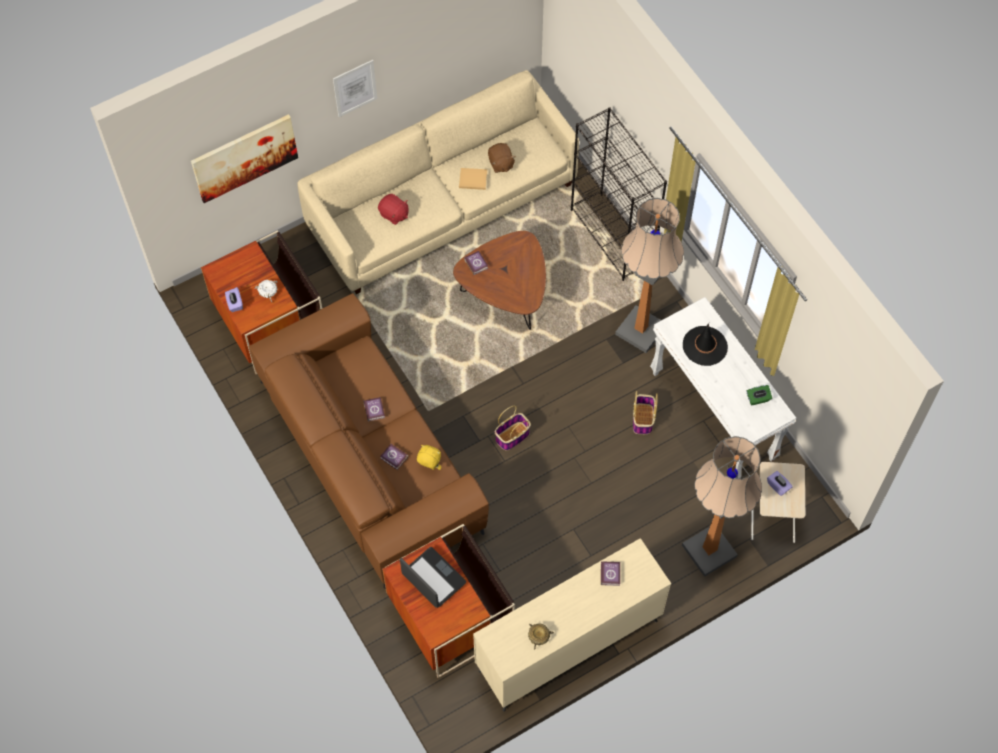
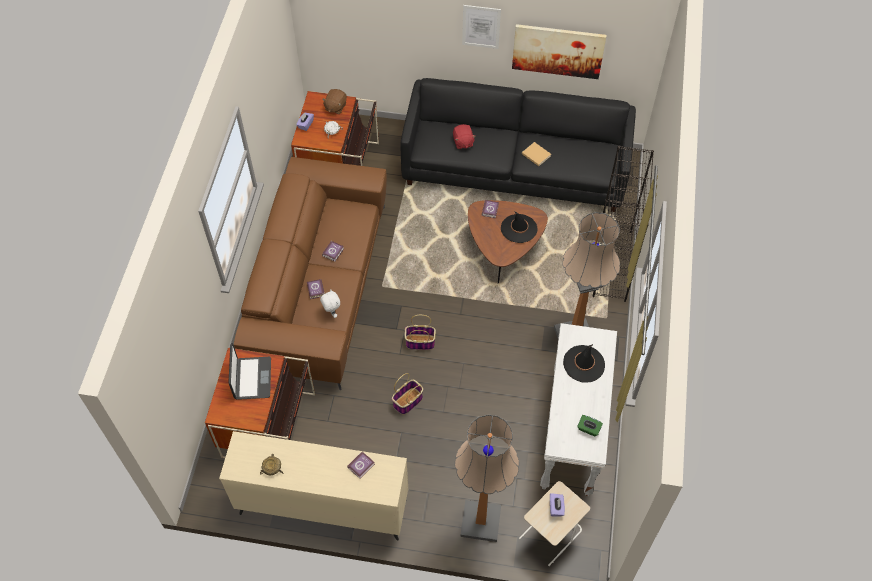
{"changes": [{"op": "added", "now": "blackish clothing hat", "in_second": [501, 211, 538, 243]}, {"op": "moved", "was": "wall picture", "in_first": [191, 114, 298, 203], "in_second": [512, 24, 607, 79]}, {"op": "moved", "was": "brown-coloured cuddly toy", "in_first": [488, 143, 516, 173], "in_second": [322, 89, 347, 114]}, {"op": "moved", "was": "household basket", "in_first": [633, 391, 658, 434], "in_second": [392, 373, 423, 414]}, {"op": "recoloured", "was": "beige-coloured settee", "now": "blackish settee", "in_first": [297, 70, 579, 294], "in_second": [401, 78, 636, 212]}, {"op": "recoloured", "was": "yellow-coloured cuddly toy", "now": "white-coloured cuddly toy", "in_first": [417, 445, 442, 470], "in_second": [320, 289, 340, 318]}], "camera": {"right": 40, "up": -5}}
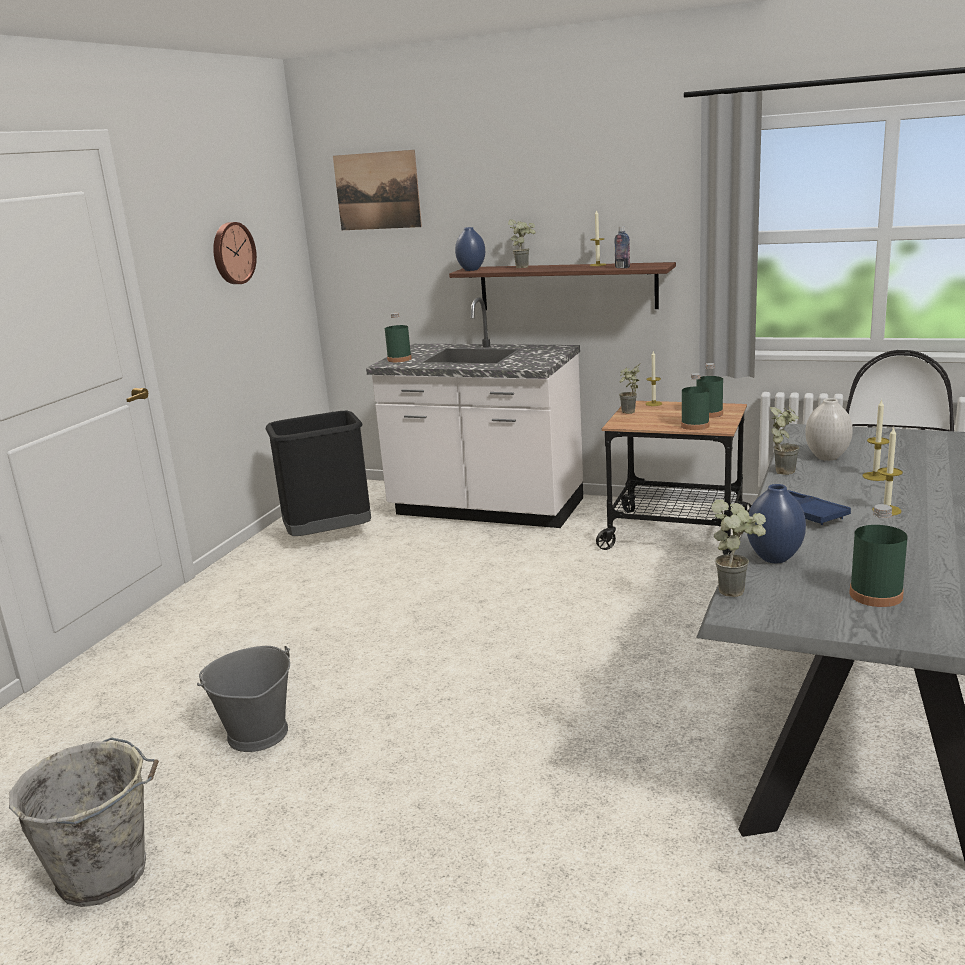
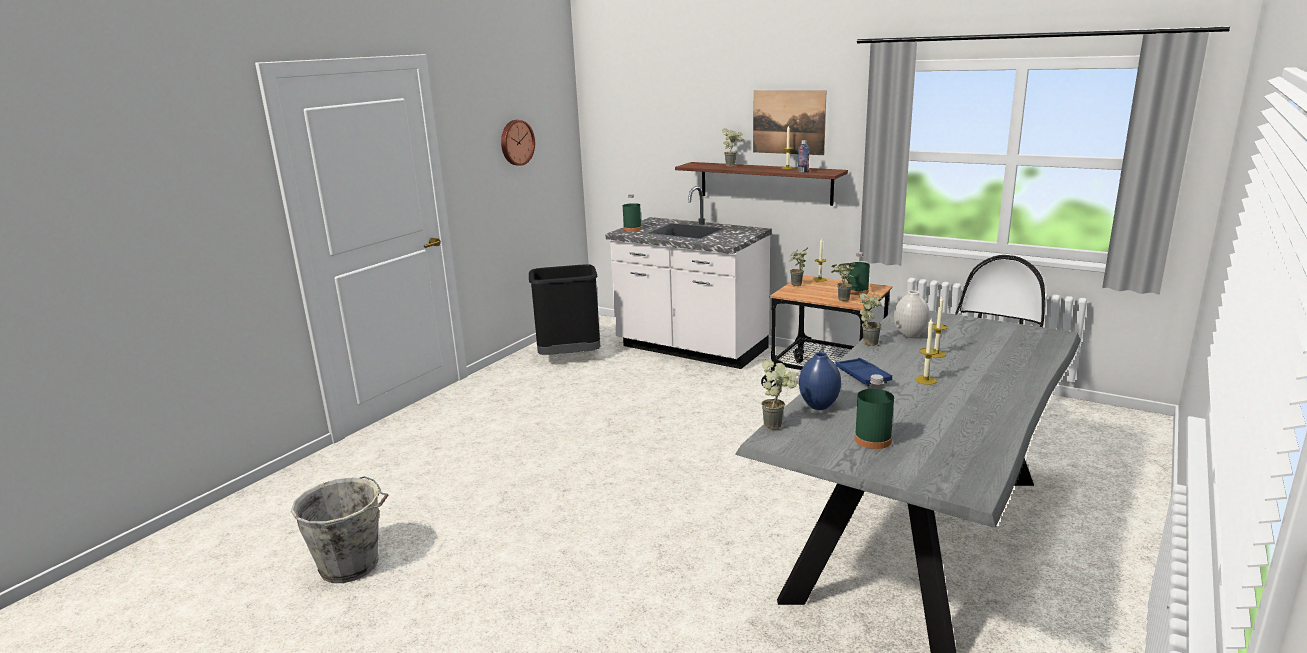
{"changes": [{"op": "removed", "was": "gray water bucket", "in_first": [197, 646, 290, 752]}, {"op": "removed", "was": "bluish decorative vase", "in_first": [455, 227, 485, 271]}, {"op": "moved", "was": "wall picture", "in_first": [333, 150, 422, 230], "in_second": [753, 90, 827, 155]}, {"op": "replaced", "was": "greenish drink bottle", "now": "potted plant", "in_first": [681, 373, 709, 430], "in_second": [831, 262, 856, 301]}], "camera": {"right": 10, "up": 0}}
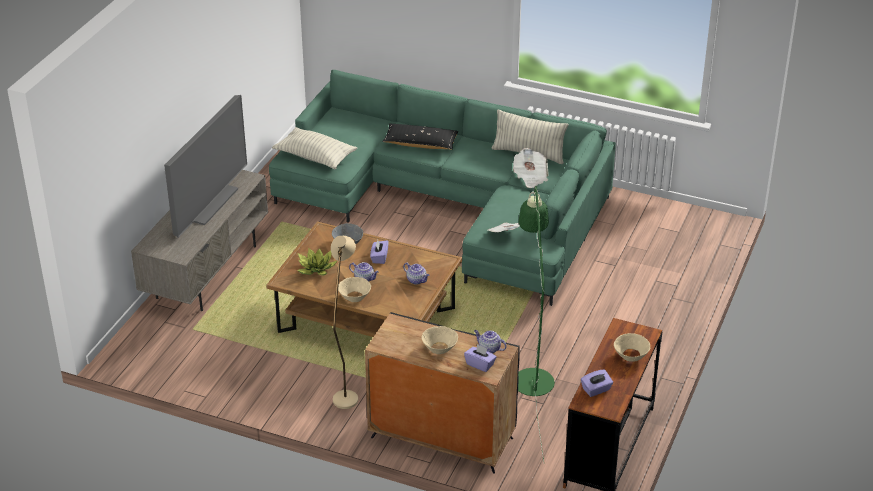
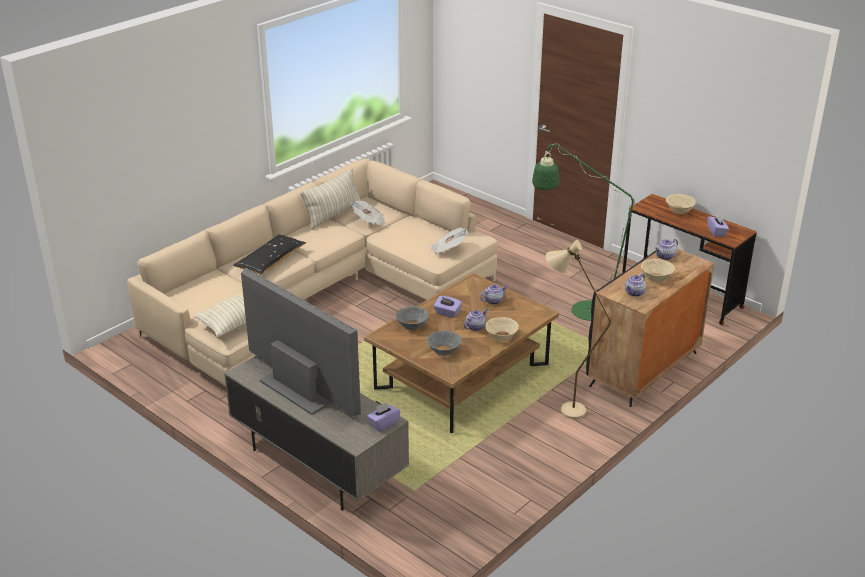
{"changes": [{"op": "added", "now": "teapot", "in_second": [625, 273, 646, 297]}, {"op": "moved", "was": "purplish tissue holder", "in_first": [464, 344, 497, 372], "in_second": [367, 402, 400, 432]}, {"op": "replaced", "was": "potted plant", "now": "gray serving bowl", "in_first": [297, 248, 337, 275], "in_second": [427, 331, 461, 356]}, {"op": "recoloured", "was": "greenish settee", "now": "beige-coloured settee", "in_first": [269, 70, 616, 306], "in_second": [127, 158, 498, 387]}], "camera": {"right": -70, "up": -5}}
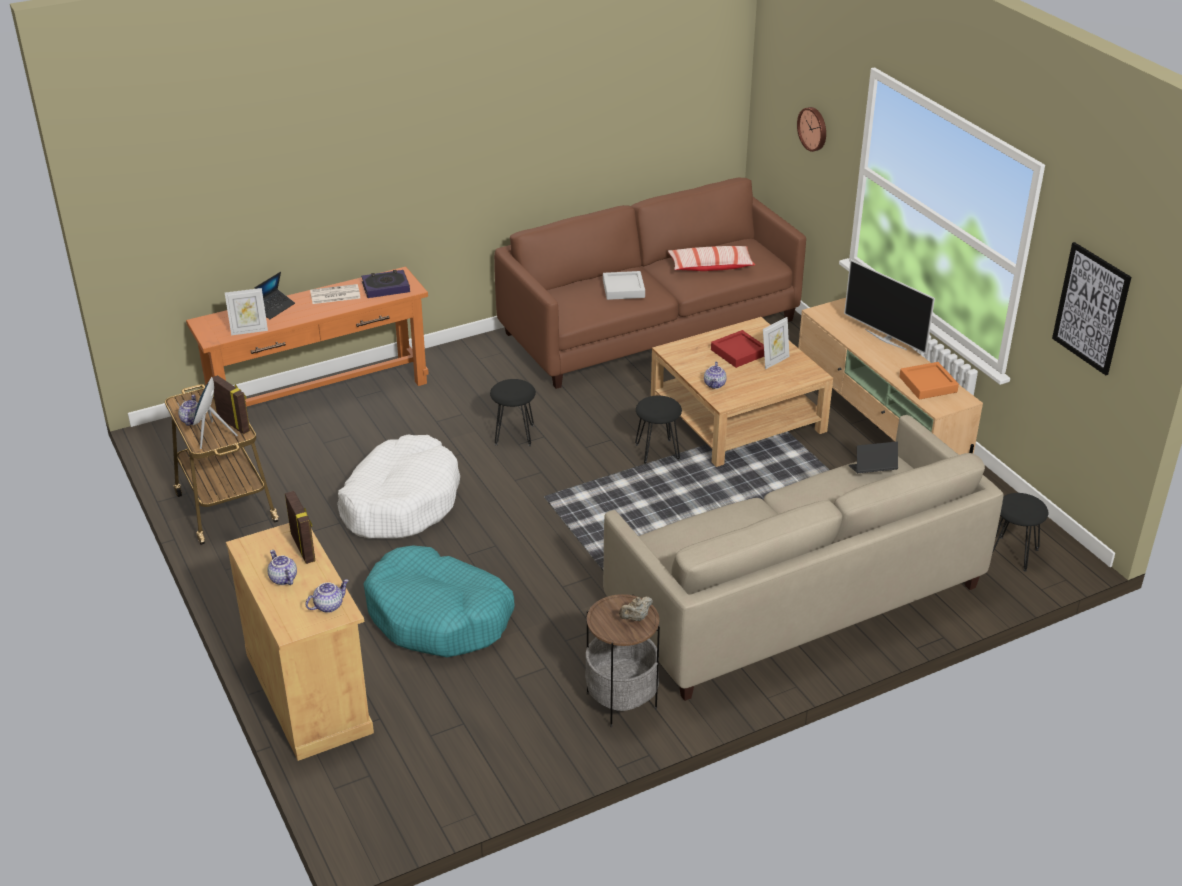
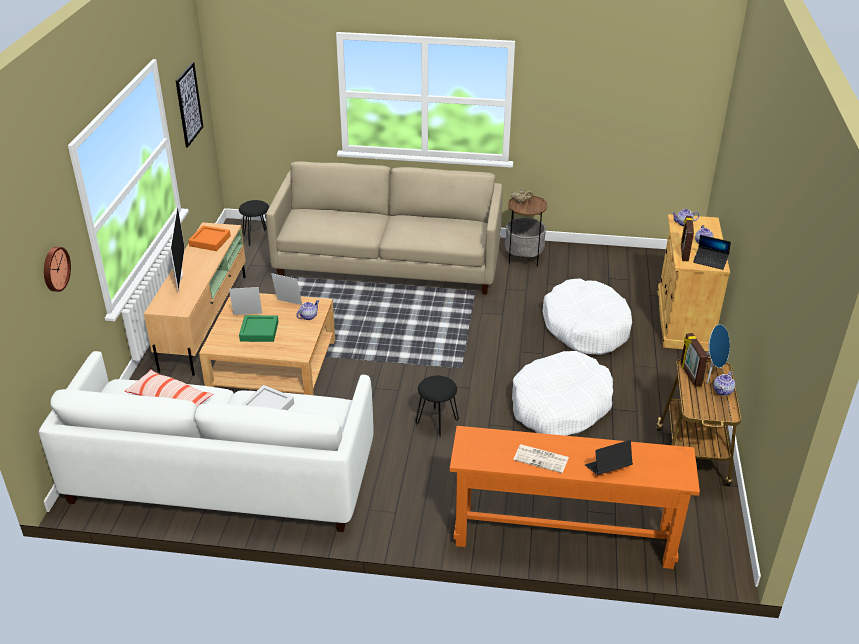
{"changes": [{"op": "removed", "was": "bound book", "in_first": [361, 270, 410, 298]}, {"op": "removed", "was": "blackish stool", "in_first": [635, 396, 682, 464]}, {"op": "moved", "was": "standing frame", "in_first": [225, 288, 268, 335], "in_second": [271, 273, 302, 305]}, {"op": "moved", "was": "portable computer", "in_first": [849, 442, 898, 473], "in_second": [693, 235, 731, 270]}, {"op": "recoloured", "was": "turquoise dog bed", "now": "white-coloured dog bed", "in_first": [363, 545, 515, 657], "in_second": [543, 279, 632, 355]}, {"op": "recoloured", "was": "brown-coloured settee", "now": "white-coloured settee", "in_first": [494, 178, 806, 389], "in_second": [39, 351, 374, 532]}, {"op": "recoloured", "was": "reddish carrying tray", "now": "greenish carrying tray", "in_first": [711, 330, 764, 368], "in_second": [239, 315, 278, 342]}], "camera": {"right": -145, "up": 0}}
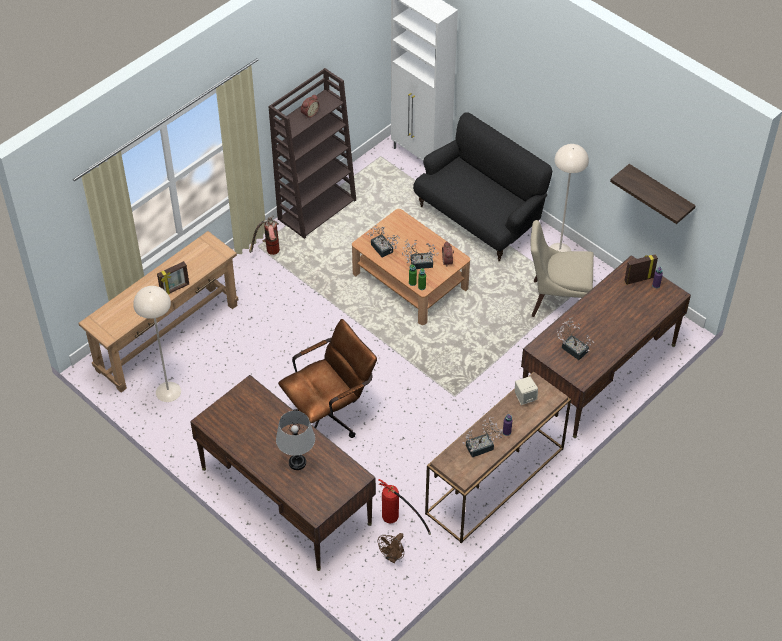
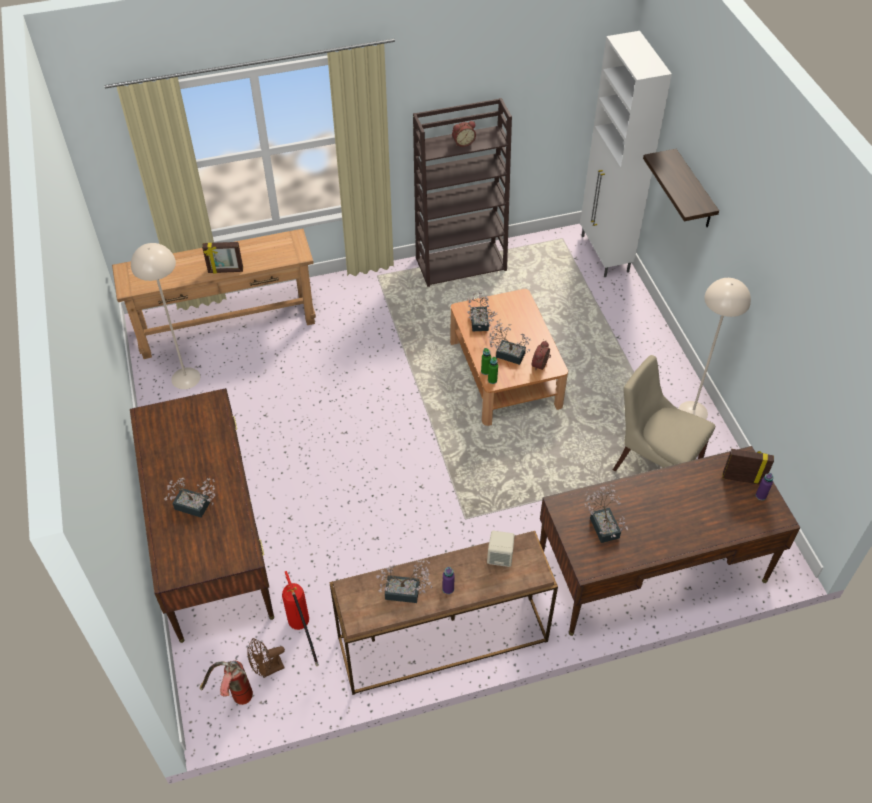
{"changes": [{"op": "removed", "was": "brown-coloured desk chair", "in_first": [278, 319, 377, 438]}, {"op": "removed", "was": "blackish settee", "in_first": [413, 112, 552, 261]}, {"op": "moved", "was": "fire extinguisher", "in_first": [249, 216, 280, 255], "in_second": [200, 661, 253, 705]}, {"op": "moved", "was": "shelf", "in_first": [610, 164, 696, 224], "in_second": [643, 149, 719, 227]}, {"op": "replaced", "was": "gray lamp for a table", "now": "potted plant", "in_first": [276, 411, 315, 470], "in_second": [164, 478, 215, 518]}], "camera": {"right": 30, "up": 0}}
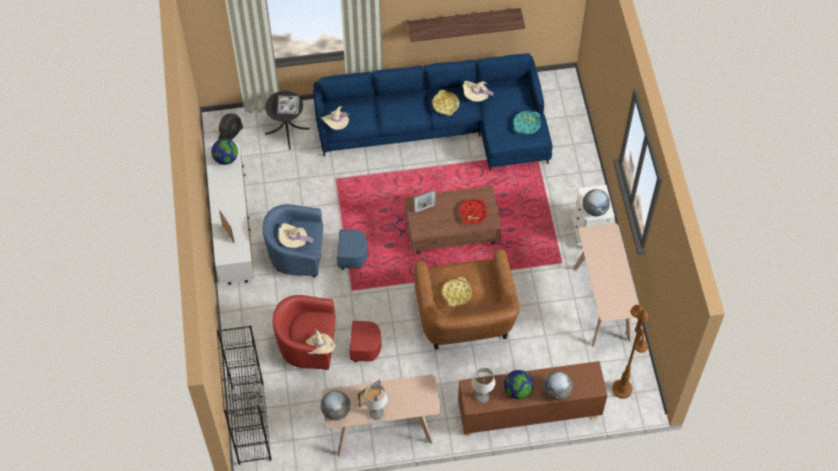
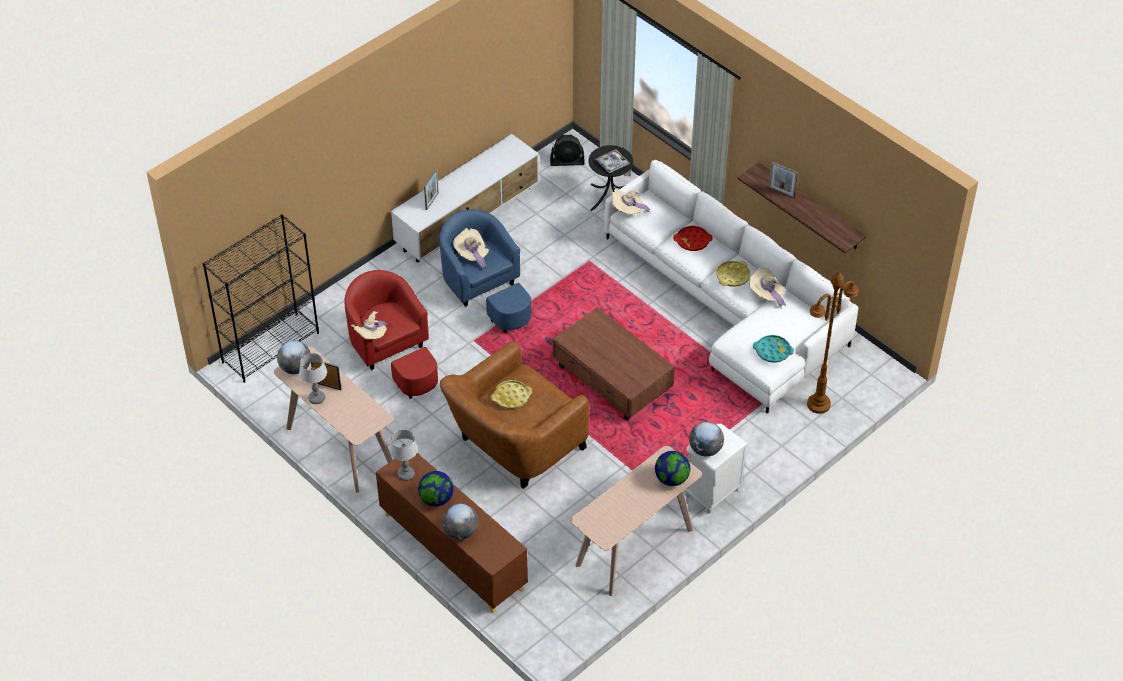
{"changes": [{"op": "moved", "was": "desk globe", "in_first": [211, 139, 238, 165], "in_second": [655, 451, 690, 486]}, {"op": "moved", "was": "standing frame", "in_first": [414, 190, 436, 213], "in_second": [769, 162, 798, 198]}, {"op": "moved", "was": "reddish carrying tray", "in_first": [459, 199, 488, 224], "in_second": [673, 226, 713, 251]}, {"op": "moved", "was": "brown-coloured floor lamp", "in_first": [612, 305, 648, 399], "in_second": [807, 272, 859, 414]}, {"op": "recoloured", "was": "bluish settee", "now": "white-coloured settee", "in_first": [313, 53, 553, 171], "in_second": [604, 160, 858, 413]}], "camera": {"right": 55, "up": -10}}
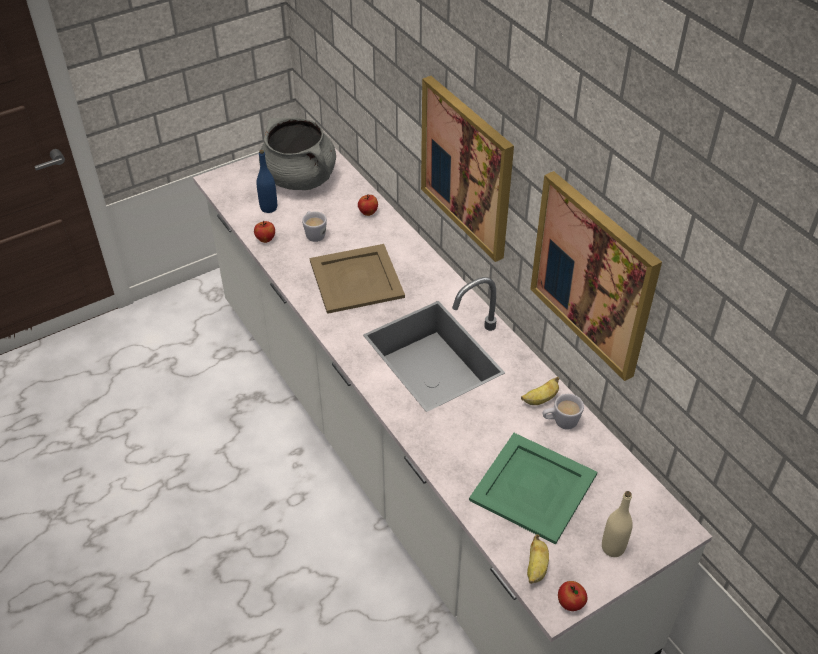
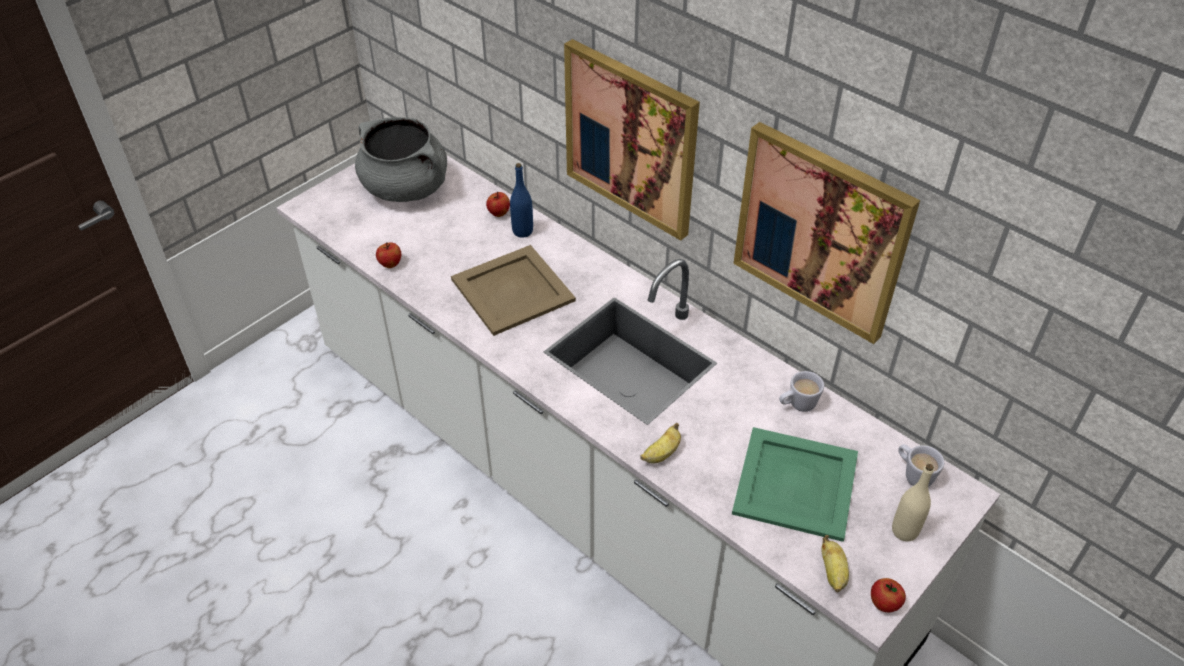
{"changes": [{"op": "moved", "was": "bluish drink bottle", "in_first": [257, 150, 277, 213], "in_second": [510, 163, 533, 238]}, {"op": "moved", "was": "white-coloured mug", "in_first": [302, 211, 327, 242], "in_second": [898, 444, 944, 487]}, {"op": "moved", "was": "whole banana", "in_first": [521, 377, 559, 405], "in_second": [640, 423, 681, 464]}], "camera": {"right": -15, "up": 0}}
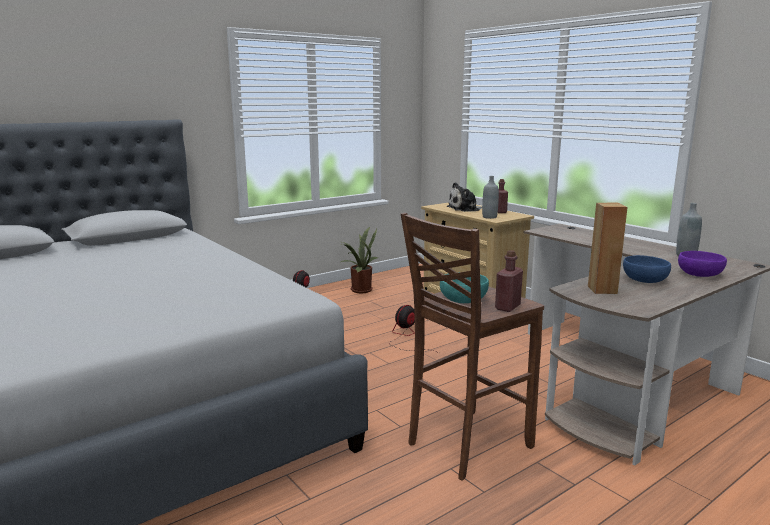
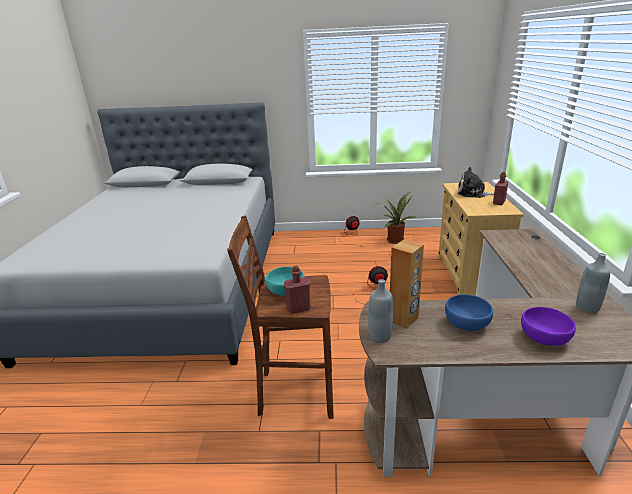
{"changes": [{"op": "moved", "was": "gray drink bottle", "in_first": [482, 176, 499, 219], "in_second": [368, 279, 393, 343]}], "camera": {"right": 40, "up": 10}}
